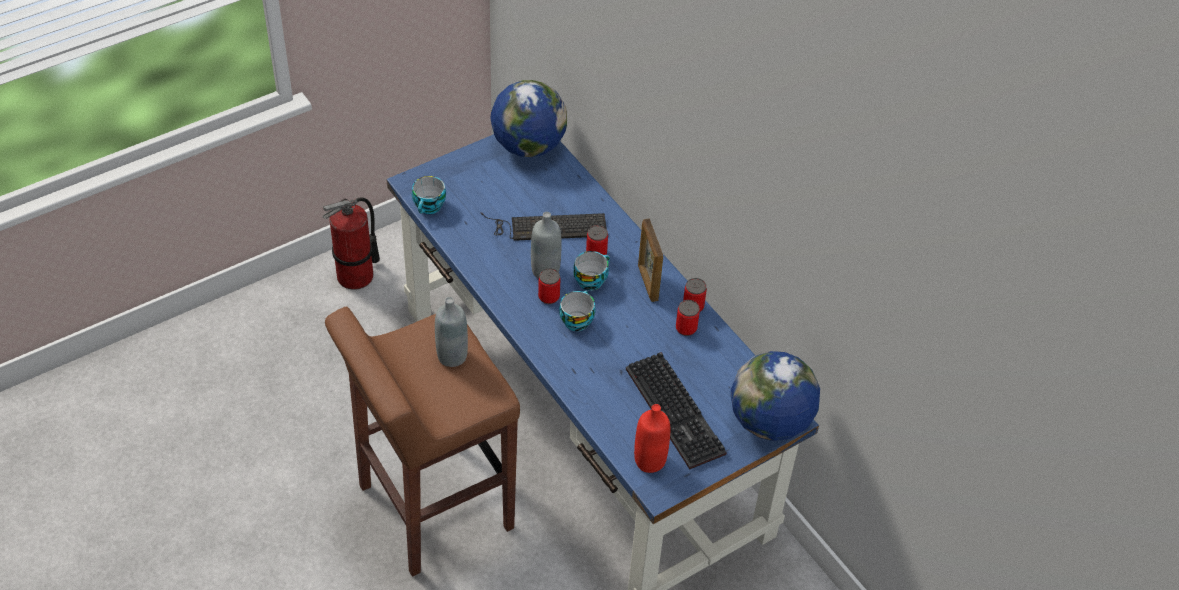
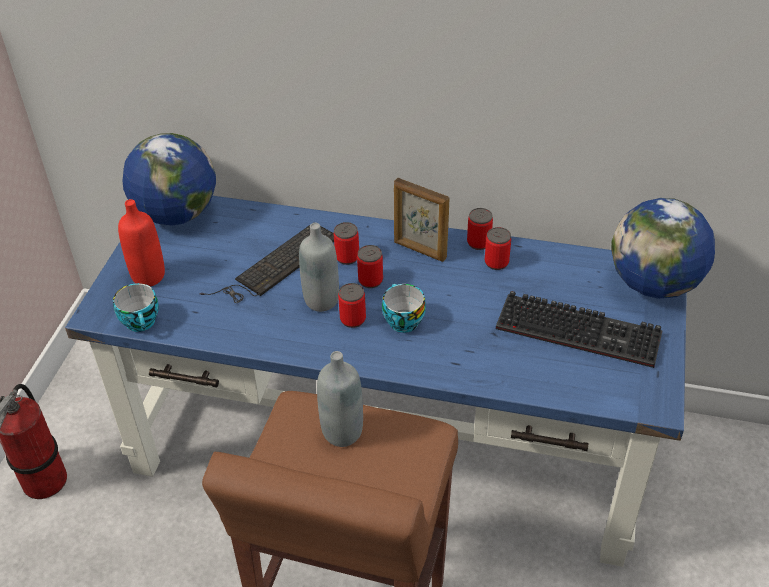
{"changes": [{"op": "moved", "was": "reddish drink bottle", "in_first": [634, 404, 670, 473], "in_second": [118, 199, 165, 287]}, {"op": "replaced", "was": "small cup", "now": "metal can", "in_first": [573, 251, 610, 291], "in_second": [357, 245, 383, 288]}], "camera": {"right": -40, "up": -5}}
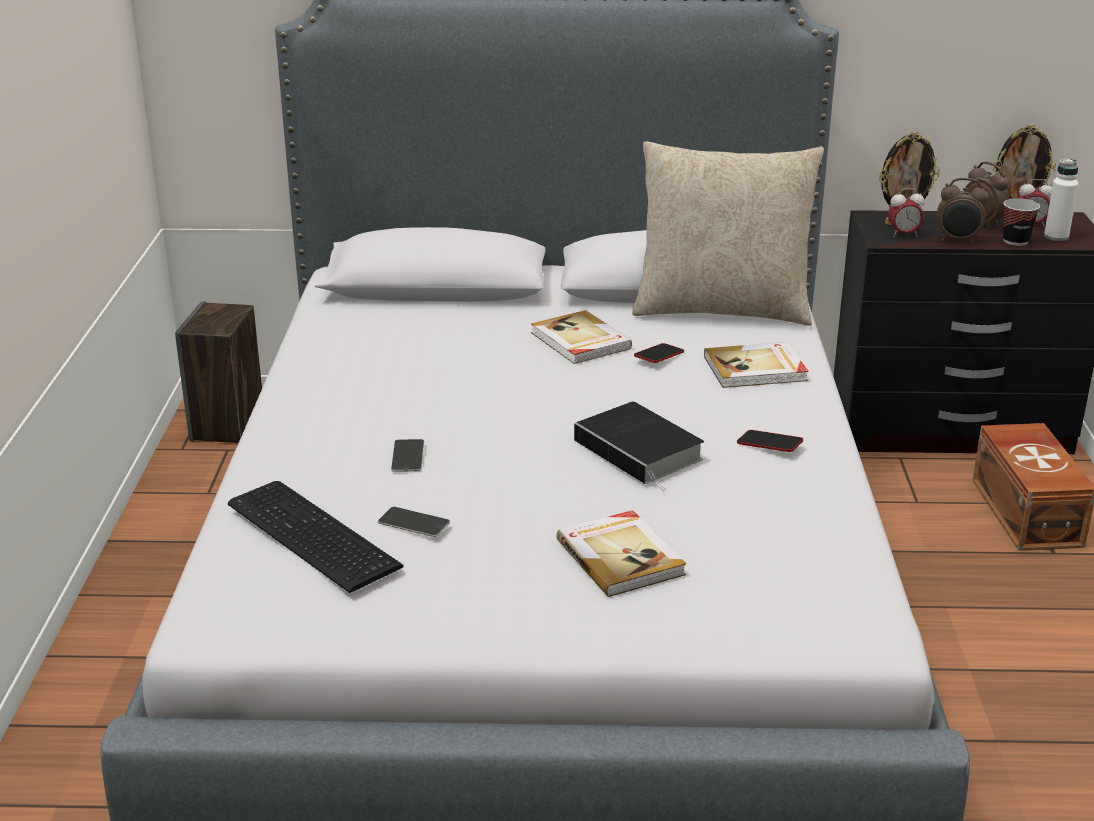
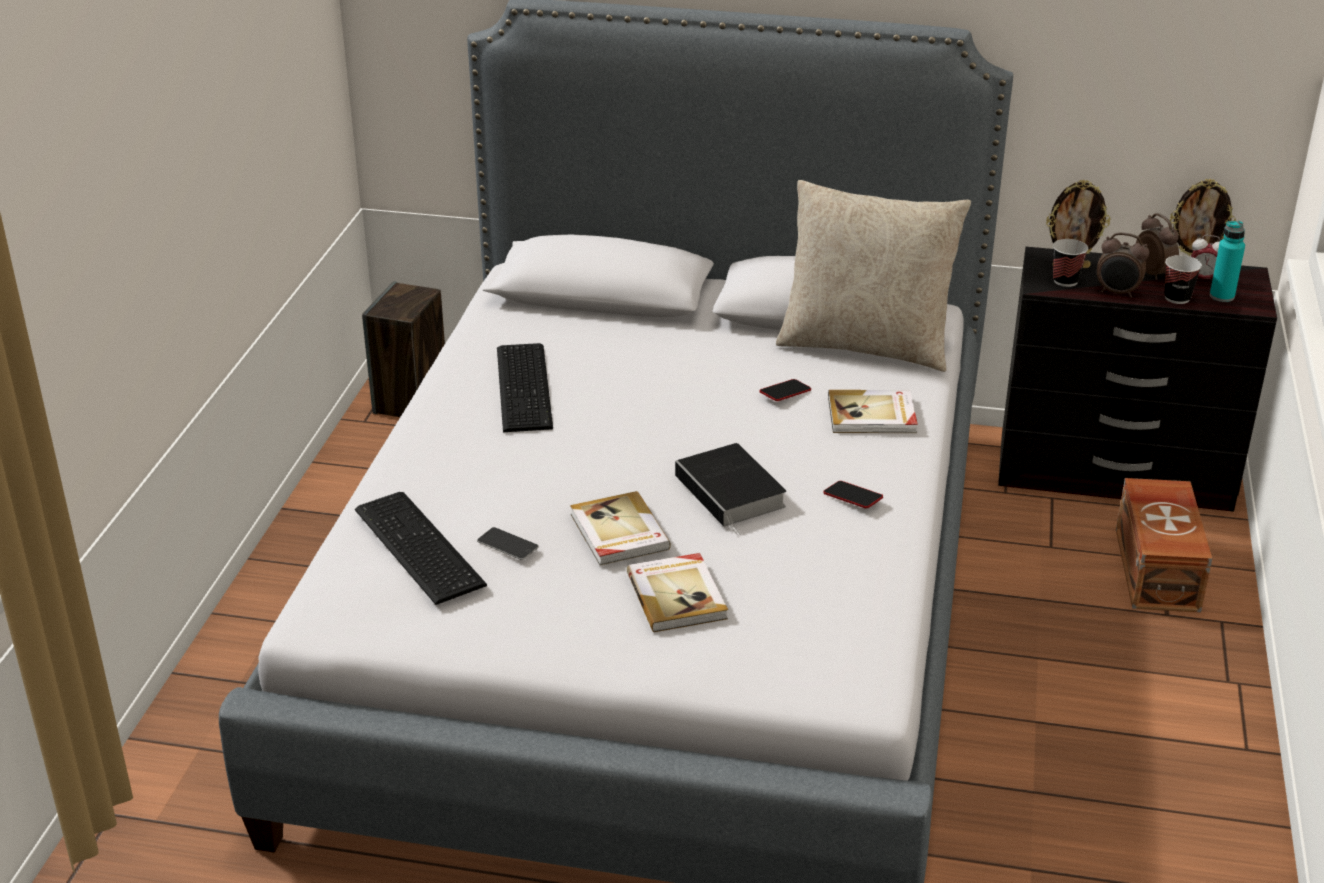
{"changes": [{"op": "removed", "was": "handset", "in_first": [391, 439, 424, 472]}, {"op": "added", "now": "PC keyboard", "in_second": [497, 343, 553, 432]}, {"op": "moved", "was": "bound book", "in_first": [531, 310, 632, 364], "in_second": [570, 491, 671, 565]}, {"op": "replaced", "was": "bedside clock", "now": "small cup", "in_first": [888, 188, 925, 237], "in_second": [1053, 239, 1088, 287]}, {"op": "recoloured", "was": "white-coloured drink bottle", "now": "turquoise drink bottle", "in_first": [1044, 158, 1079, 241], "in_second": [1210, 221, 1245, 302]}], "camera": {"right": 10, "up": 5}}
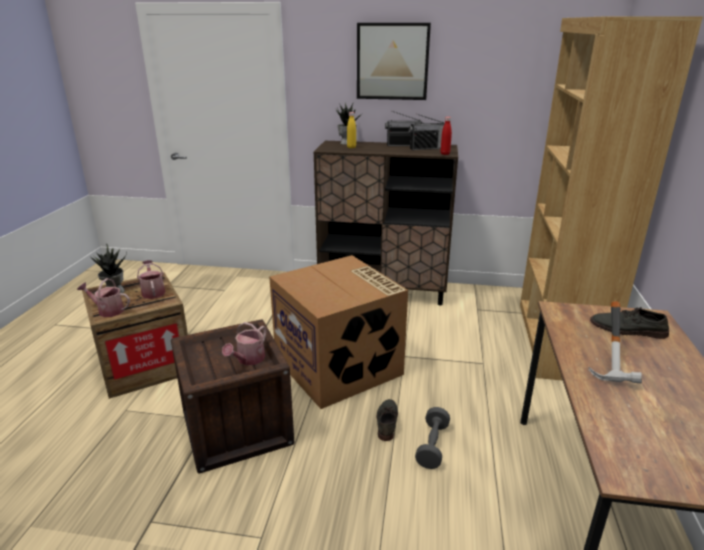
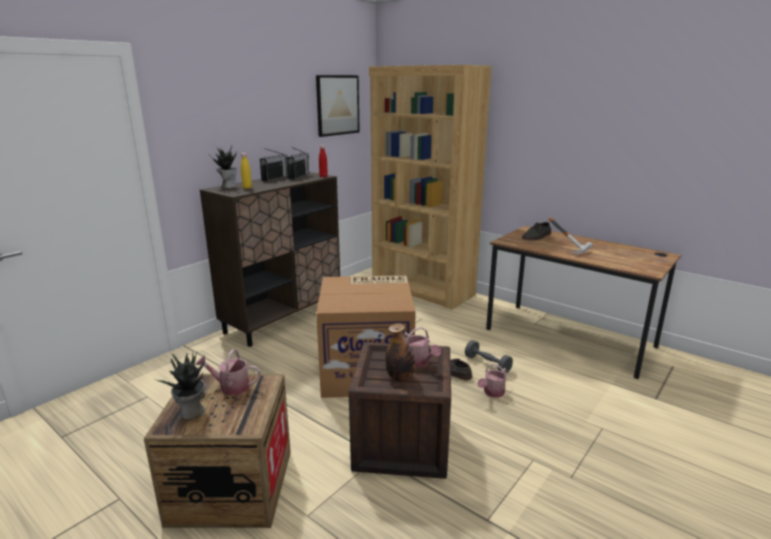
{"changes": [{"op": "added", "now": "drink bottle", "in_second": [385, 323, 415, 382]}, {"op": "moved", "was": "watering pot", "in_first": [77, 278, 130, 317], "in_second": [478, 364, 507, 398]}, {"op": "moved", "was": "wall picture", "in_first": [357, 23, 431, 100], "in_second": [316, 75, 360, 137]}], "camera": {"right": -60, "up": -5}}
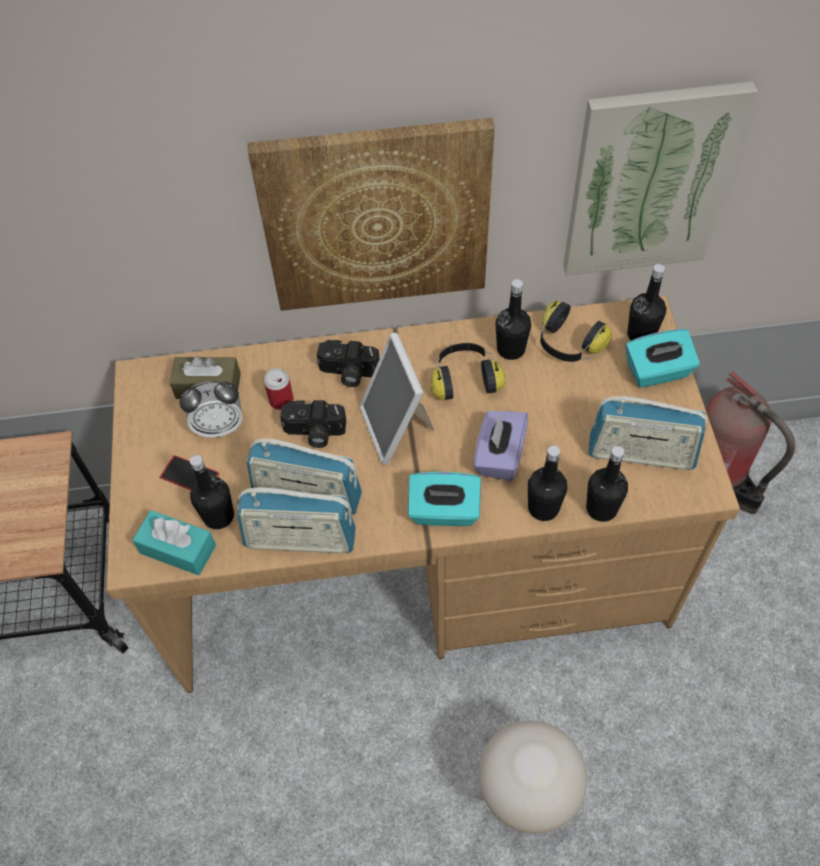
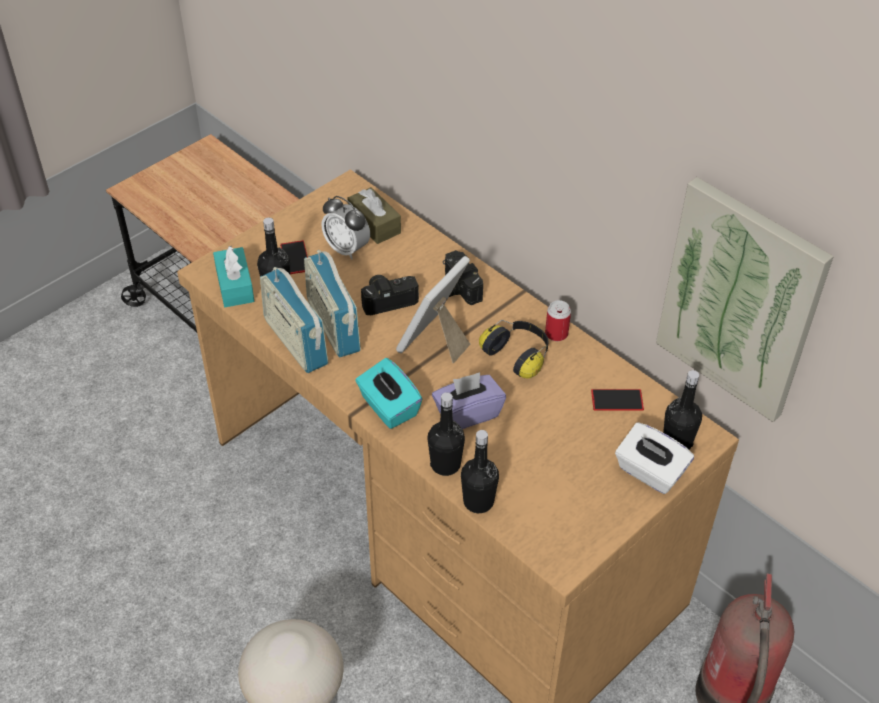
{"changes": [{"op": "removed", "was": "wall picture", "in_first": [247, 118, 495, 311]}, {"op": "removed", "was": "blackish drink bottle", "in_first": [496, 279, 531, 360]}, {"op": "removed", "was": "radio", "in_first": [588, 396, 708, 470]}, {"op": "moved", "was": "metal can", "in_first": [264, 368, 294, 410], "in_second": [545, 300, 571, 341]}, {"op": "replaced", "was": "pair of headphones", "now": "handset", "in_first": [540, 301, 612, 362], "in_second": [591, 389, 644, 410]}, {"op": "recoloured", "was": "turquoise tissue holder", "now": "white-coloured tissue holder", "in_first": [625, 329, 700, 388], "in_second": [615, 422, 694, 494]}, {"op": "turned", "was": "photo camera", "in_first": [280, 400, 346, 448], "in_second": [361, 275, 419, 315], "clockwise": 105}], "camera": {"right": 50, "up": -10}}
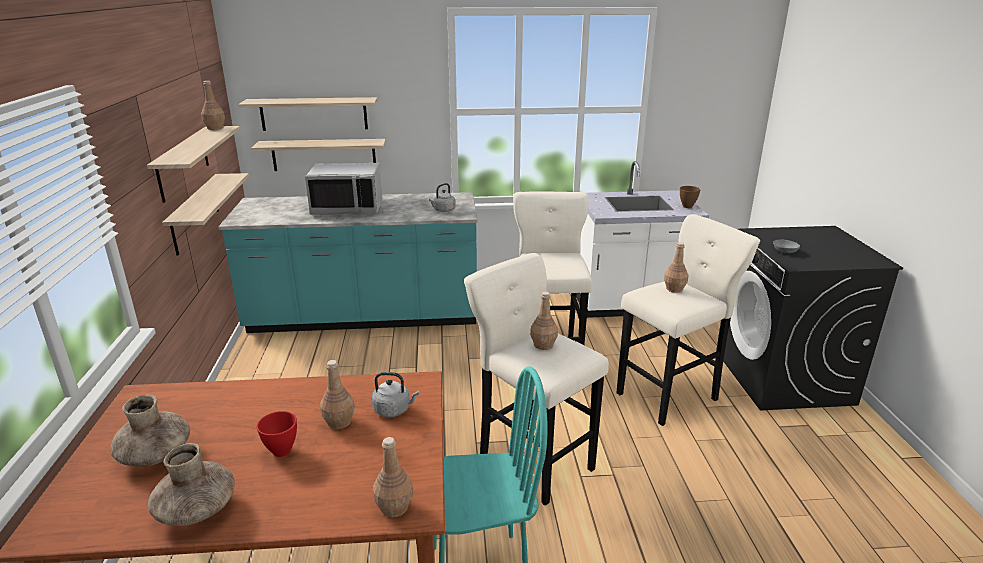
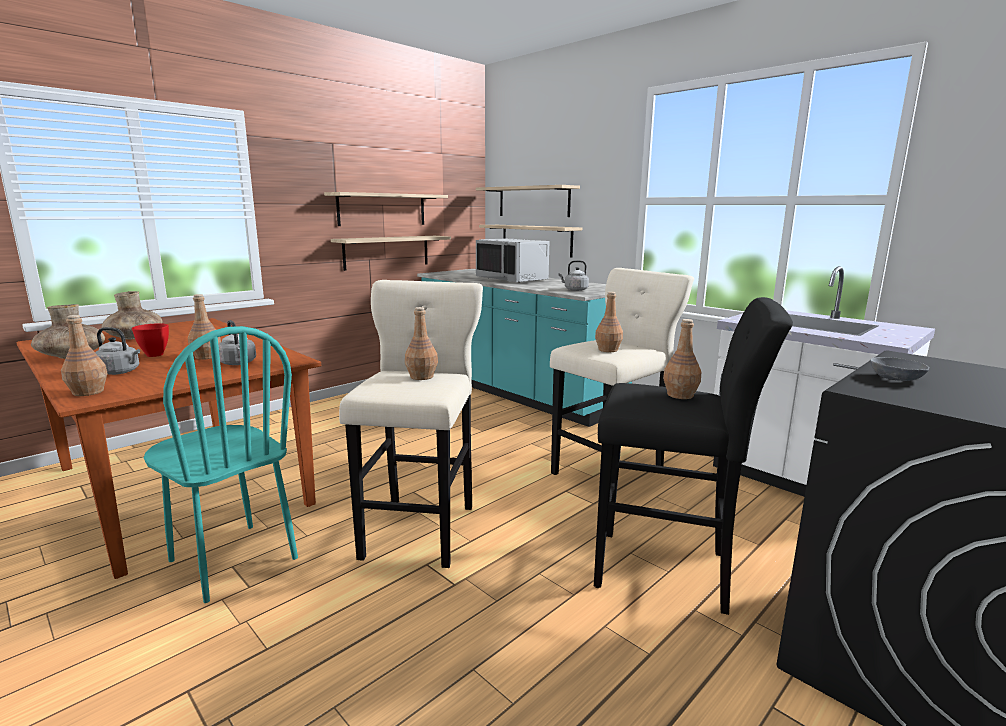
{"changes": [{"op": "removed", "was": "brown-coloured serving bowl", "in_first": [680, 186, 700, 208]}, {"op": "added", "now": "gray kettle", "in_second": [95, 327, 140, 375]}, {"op": "moved", "was": "brown-coloured drink bottle", "in_first": [201, 81, 225, 130], "in_second": [595, 292, 623, 352]}, {"op": "recoloured", "was": "beige-coloured stool", "now": "blackish stool", "in_first": [616, 214, 760, 426], "in_second": [594, 297, 793, 615]}], "camera": {"right": 50, "up": -10}}
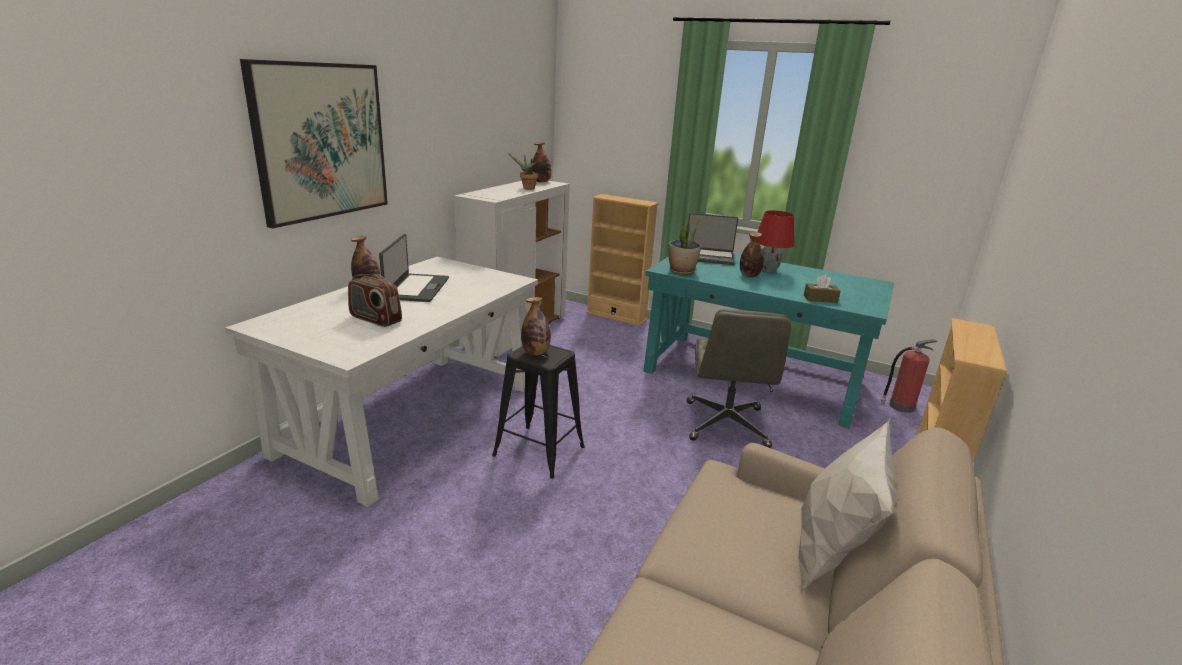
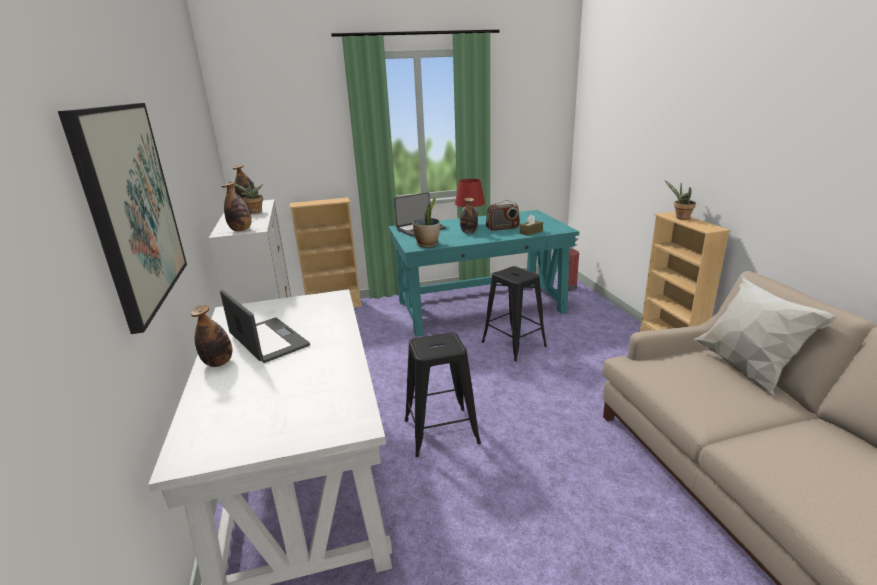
{"changes": [{"op": "added", "now": "potted plant", "in_second": [665, 180, 696, 220]}, {"op": "moved", "was": "radio", "in_first": [348, 274, 402, 327], "in_second": [486, 200, 520, 231]}, {"op": "moved", "was": "drink bottle", "in_first": [521, 297, 551, 355], "in_second": [222, 182, 251, 231]}, {"op": "replaced", "was": "gray desk chair", "now": "blackish stool", "in_first": [687, 309, 791, 448], "in_second": [482, 266, 547, 361]}], "camera": {"right": -40, "up": 0}}
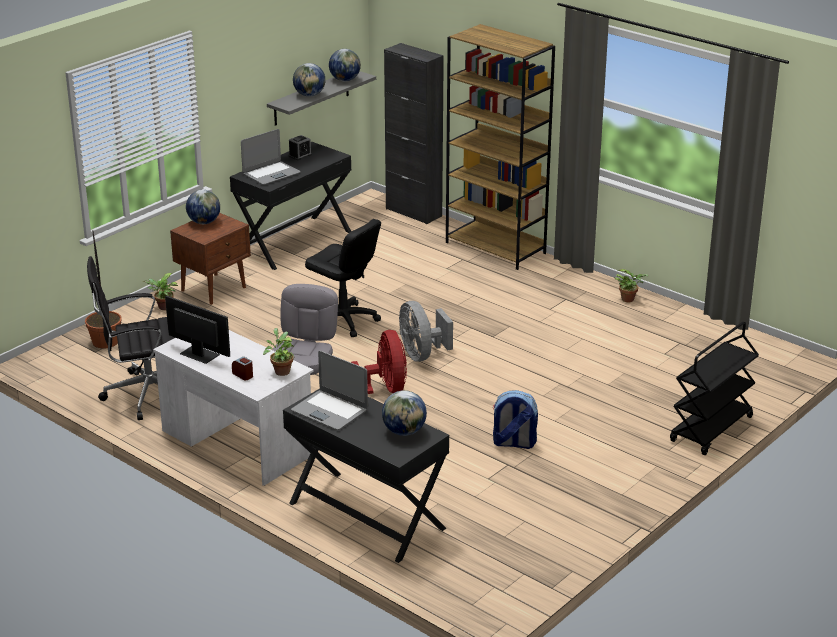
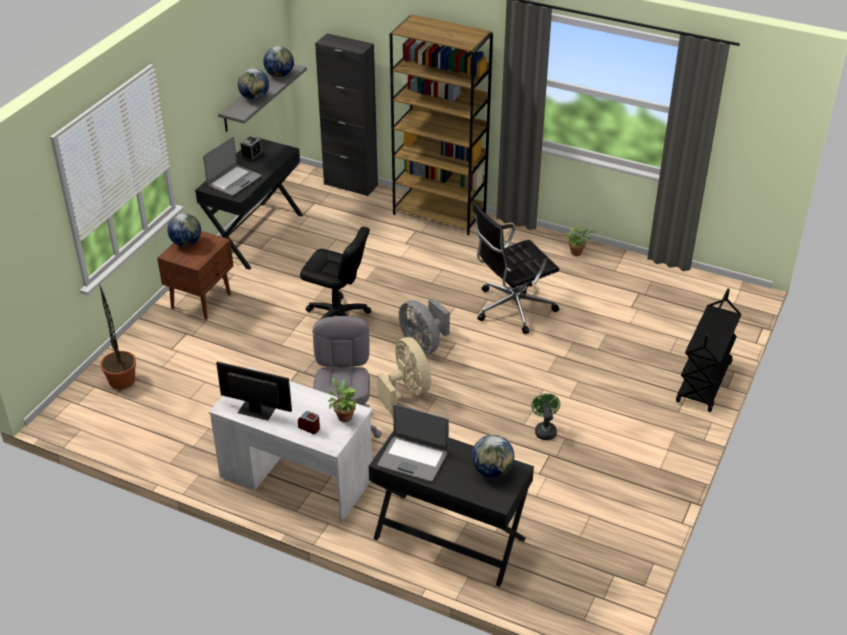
{"changes": [{"op": "removed", "was": "potted plant", "in_first": [143, 273, 178, 310]}, {"op": "moved", "was": "blackish desk chair", "in_first": [87, 256, 175, 420], "in_second": [473, 202, 559, 334]}, {"op": "replaced", "was": "rucksack", "now": "greenish cooling fan", "in_first": [492, 390, 538, 449], "in_second": [531, 393, 560, 440]}, {"op": "recoloured", "was": "reddish cooling fan", "now": "beige-coloured cooling fan", "in_first": [351, 330, 407, 394], "in_second": [377, 337, 431, 415]}], "camera": {"right": -15, "up": 10}}
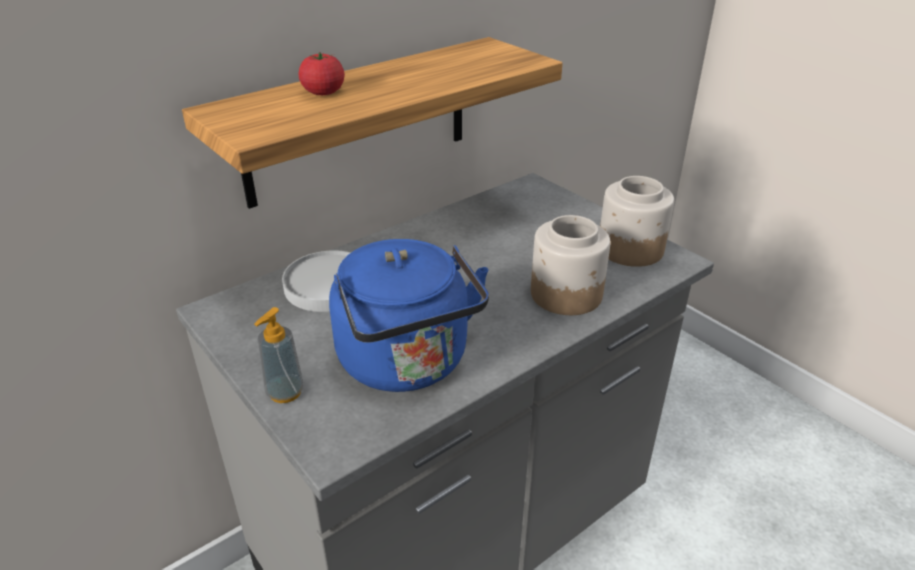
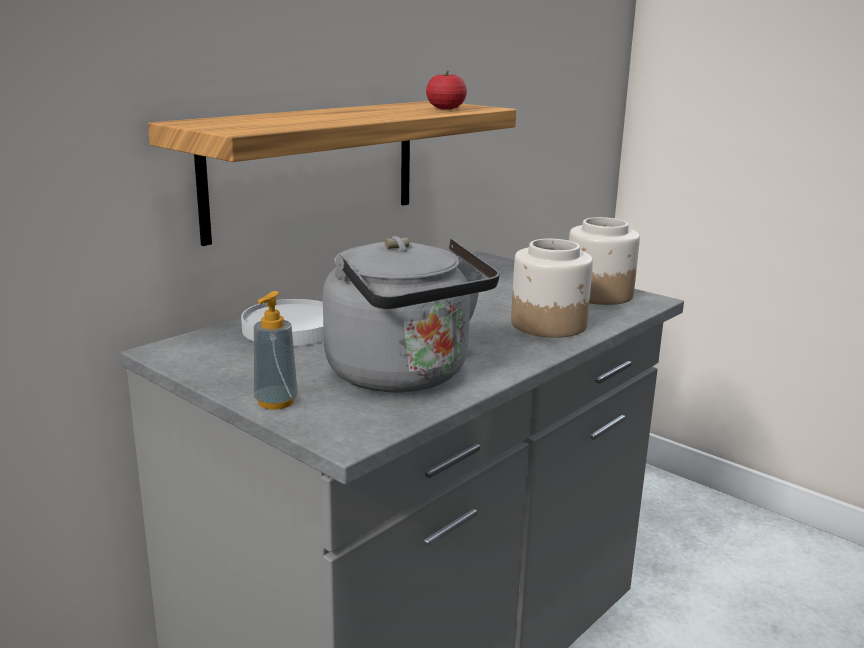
{"changes": [{"op": "moved", "was": "fresh tomato", "in_first": [298, 52, 345, 95], "in_second": [426, 70, 467, 110]}, {"op": "recoloured", "was": "bluish kettle", "now": "gray kettle", "in_first": [329, 239, 489, 392], "in_second": [323, 236, 499, 393]}], "camera": {"right": -10, "up": -15}}
